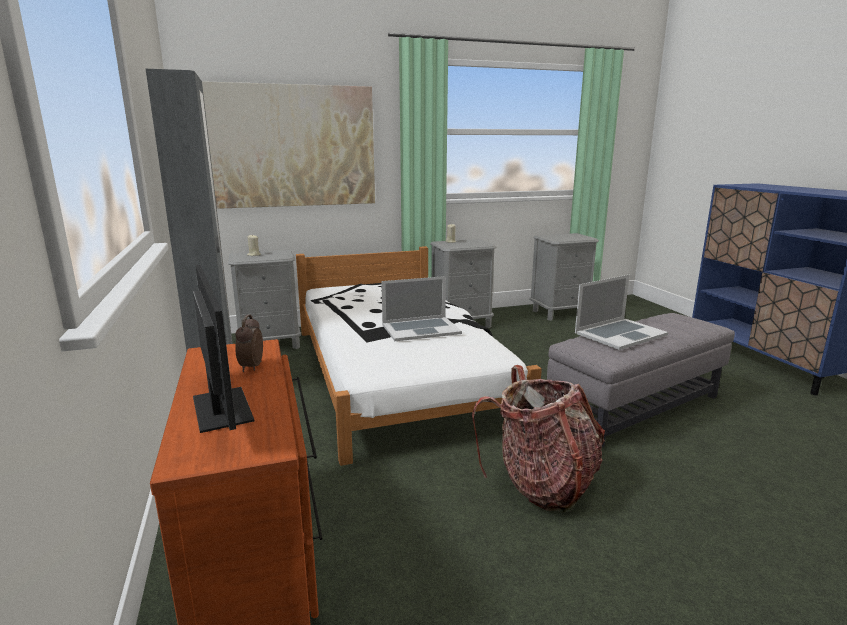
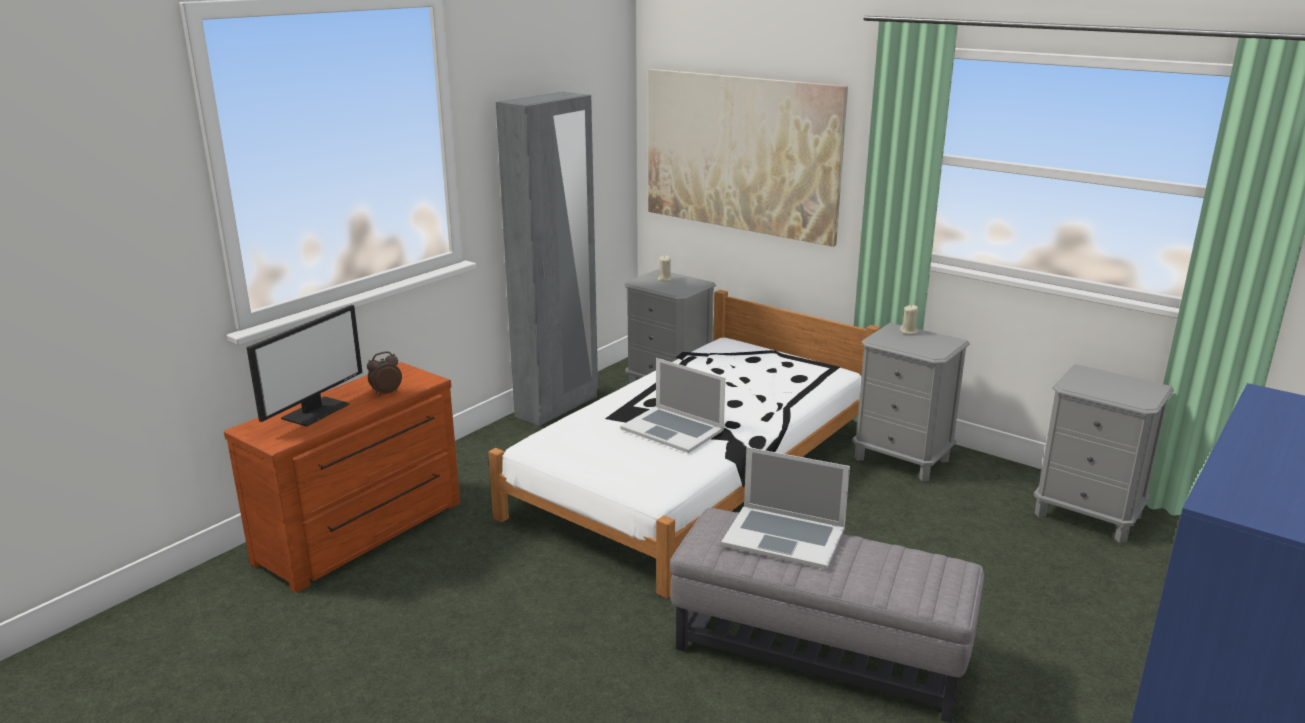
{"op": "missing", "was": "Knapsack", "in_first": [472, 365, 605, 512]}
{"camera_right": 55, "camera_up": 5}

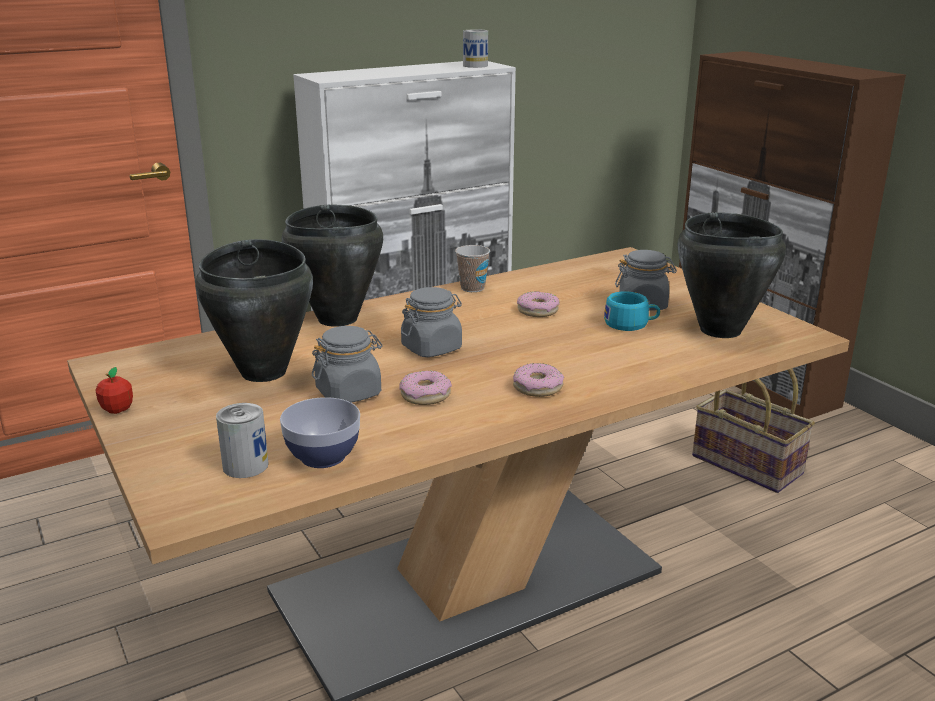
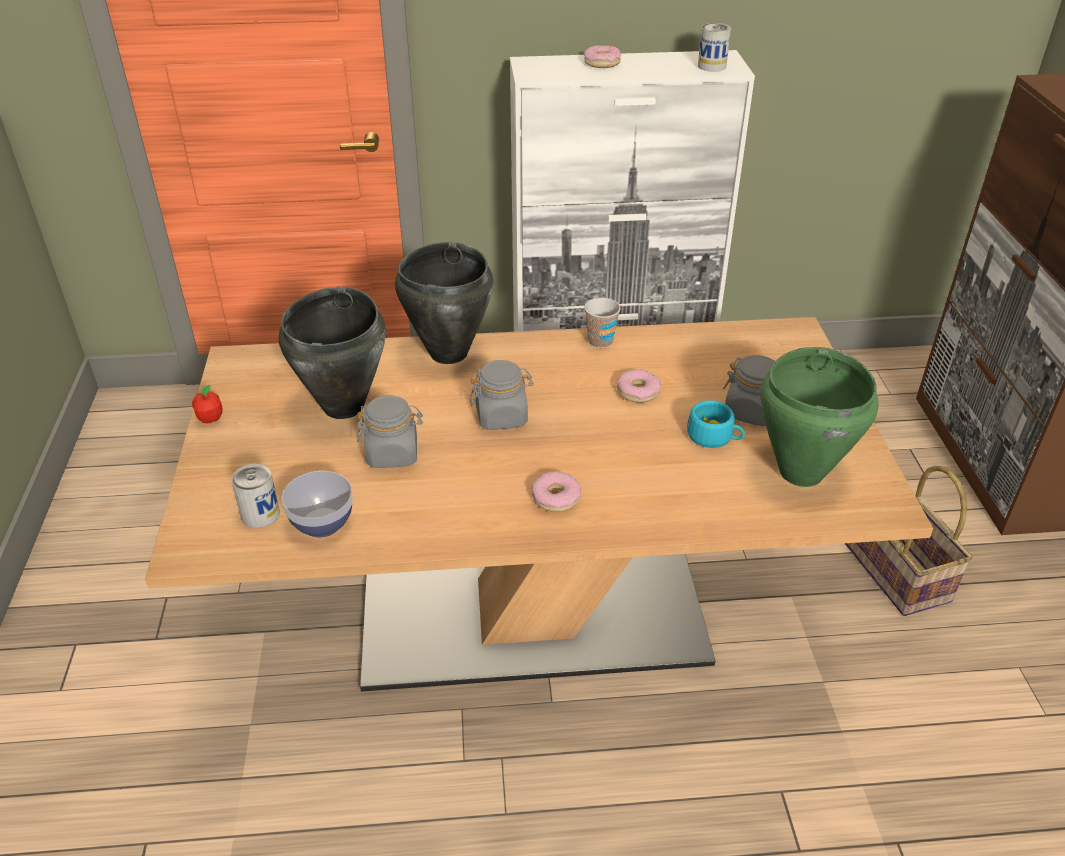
{"op": "relocated", "was": "Donut", "in_first": [399, 370, 452, 405], "in_second": [584, 45, 621, 68]}
{"op": "colour", "was": "BlackStockpot", "now": "GreenishStockpot", "in_first": [678, 212, 786, 338], "in_second": [760, 347, 879, 487]}
{"camera_right": 25, "camera_up": 15}

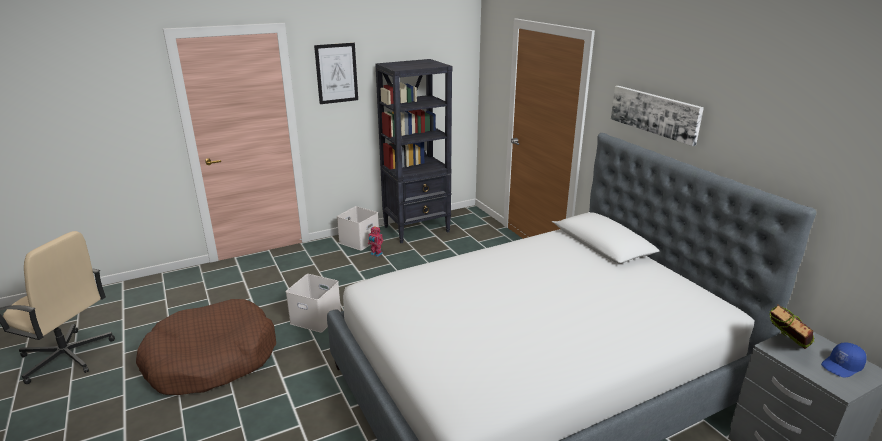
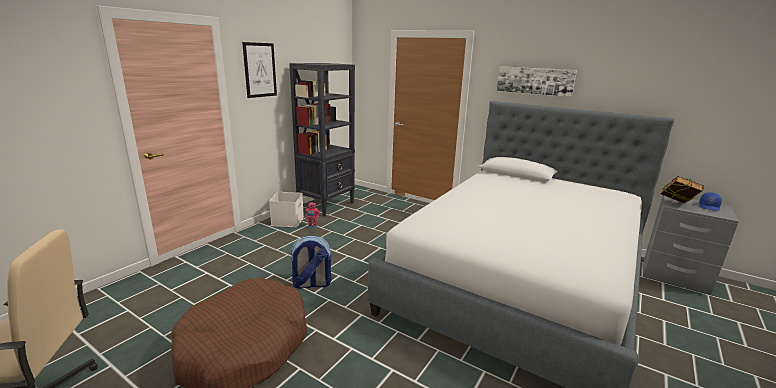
{"op": "exchanged", "was": "WhiteColouredStorageContainer", "now": "Knapsack", "in_first": [286, 274, 341, 333], "in_second": [290, 235, 332, 289]}
{"camera_right": -30, "camera_up": -5}

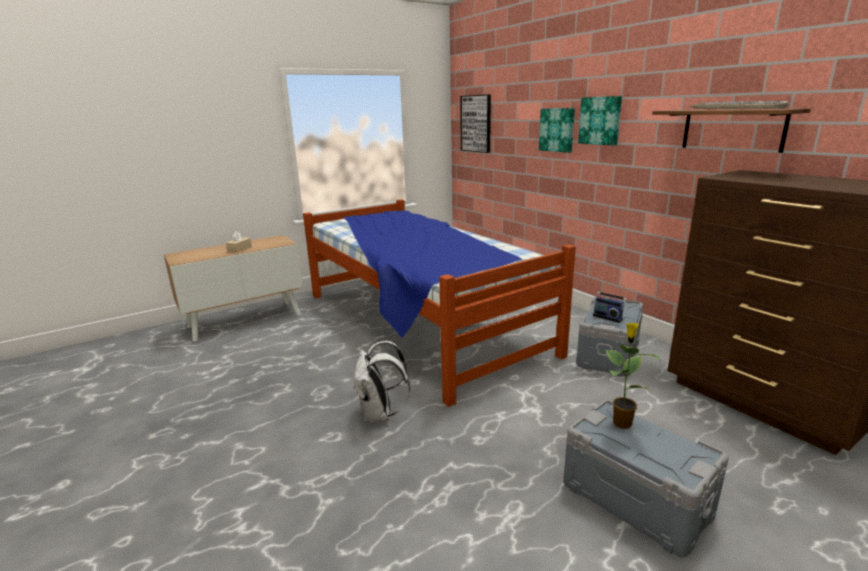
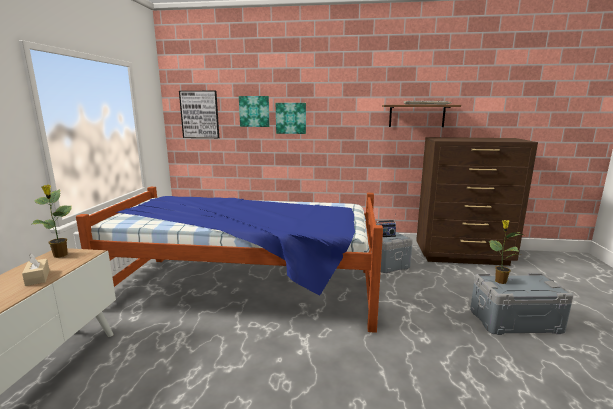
{"op": "missing", "was": "WhiteColouredKnapsack", "in_first": [354, 340, 410, 423]}
{"op": "appeared", "now": "Houseplant", "in_second": [32, 185, 72, 258]}
{"op": "relocated", "was": "WallArt", "in_first": [578, 96, 622, 146], "in_second": [239, 96, 270, 127]}
{"camera_right": -50, "camera_up": -5}

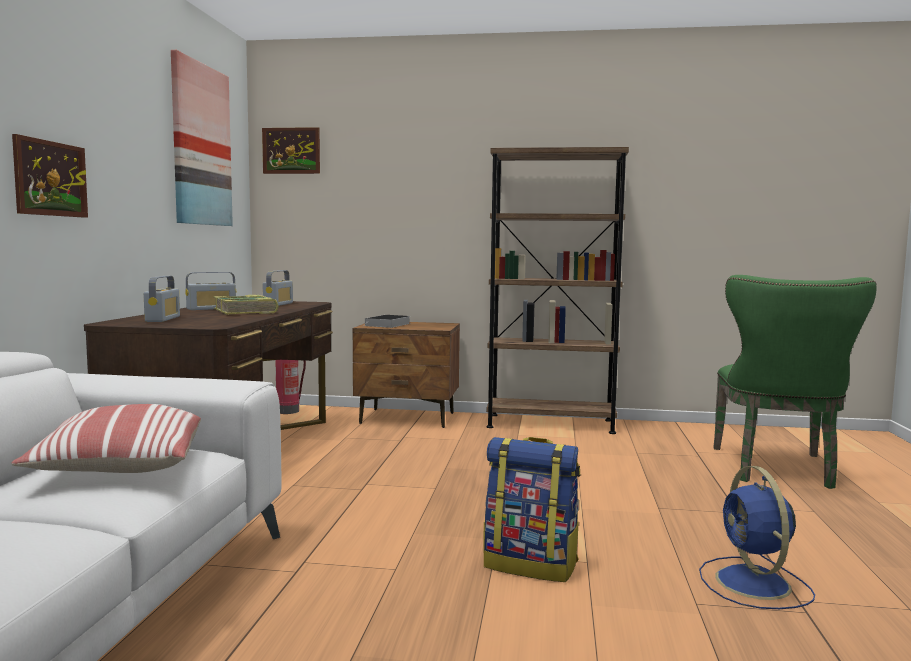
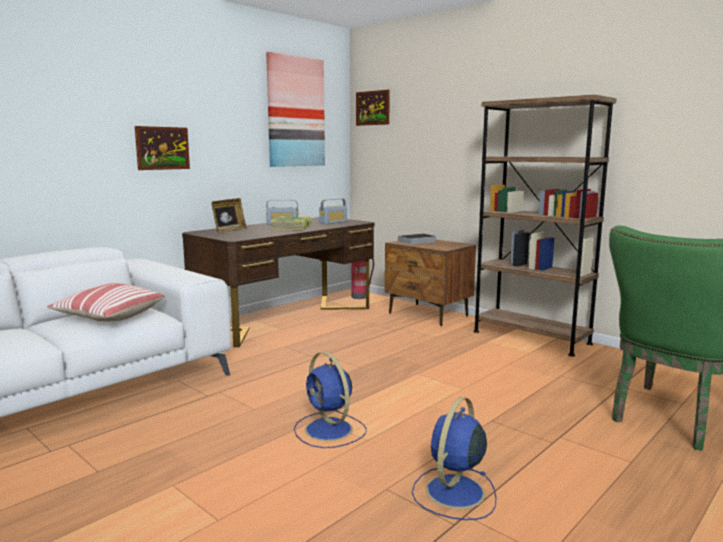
{"op": "exchanged", "was": "RadioSet", "now": "StandingFrame", "in_first": [144, 276, 180, 322], "in_second": [212, 198, 247, 233]}
{"op": "exchanged", "was": "Knapsack", "now": "BlueColouredCoolingFan", "in_first": [484, 437, 580, 582], "in_second": [294, 352, 367, 448]}
{"camera_right": 35, "camera_up": 5}

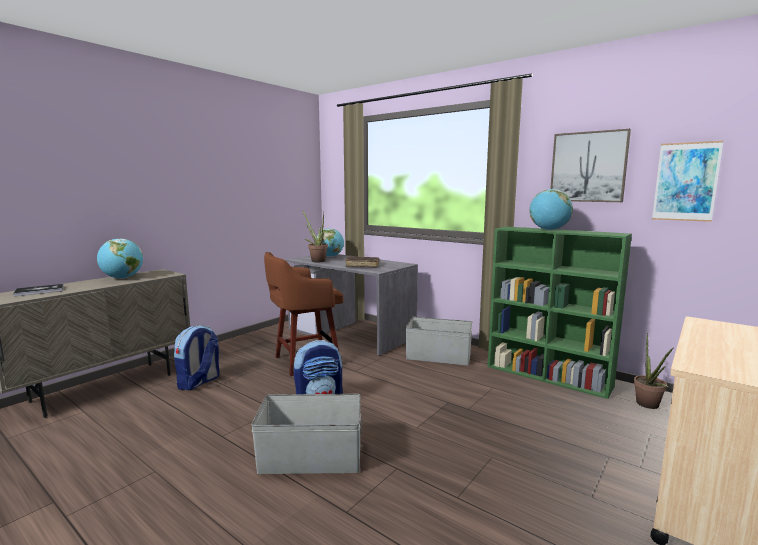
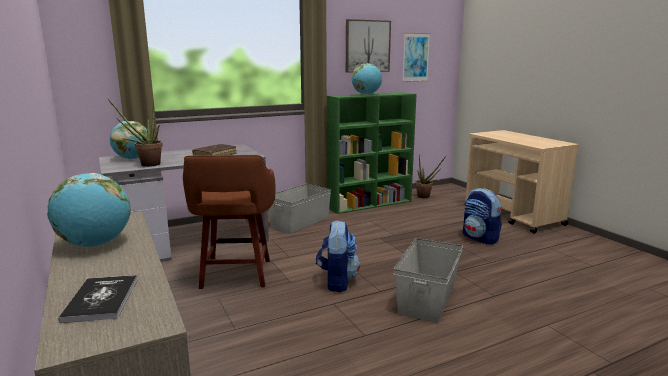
{"op": "relocated", "was": "Knapsack", "in_first": [174, 325, 220, 390], "in_second": [463, 188, 502, 245]}
{"camera_right": -65, "camera_up": 5}

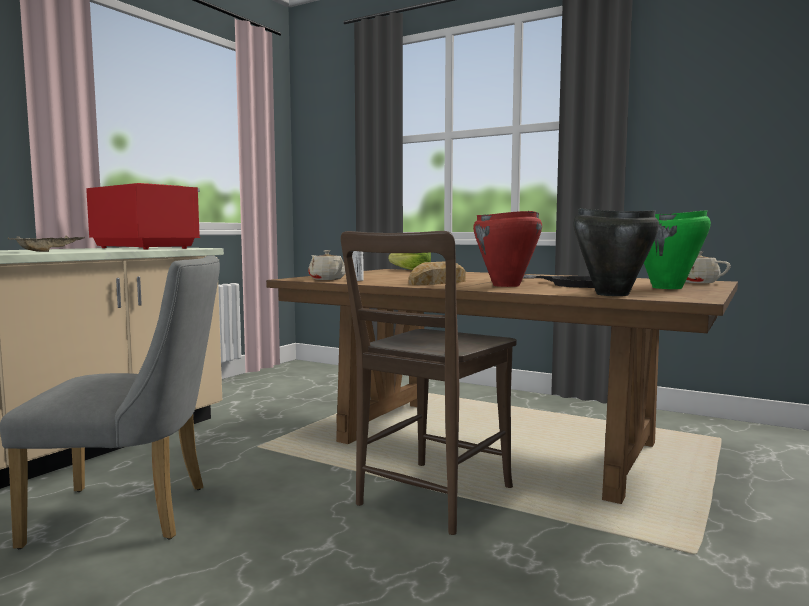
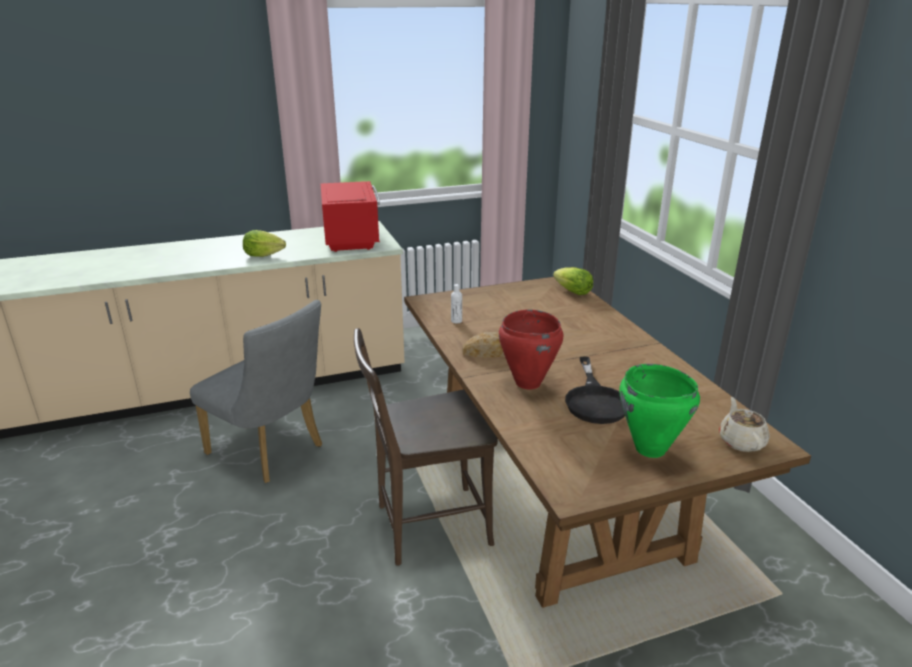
{"op": "missing", "was": "BeigeColouredPotForTea", "in_first": [308, 250, 346, 280]}
{"op": "missing", "was": "BlackStockpot", "in_first": [574, 208, 659, 296]}
{"op": "exchanged", "was": "BeigeColouredServingTray", "now": "LettuceHead", "in_first": [8, 235, 85, 252], "in_second": [243, 230, 286, 257]}
{"camera_right": 40, "camera_up": 20}

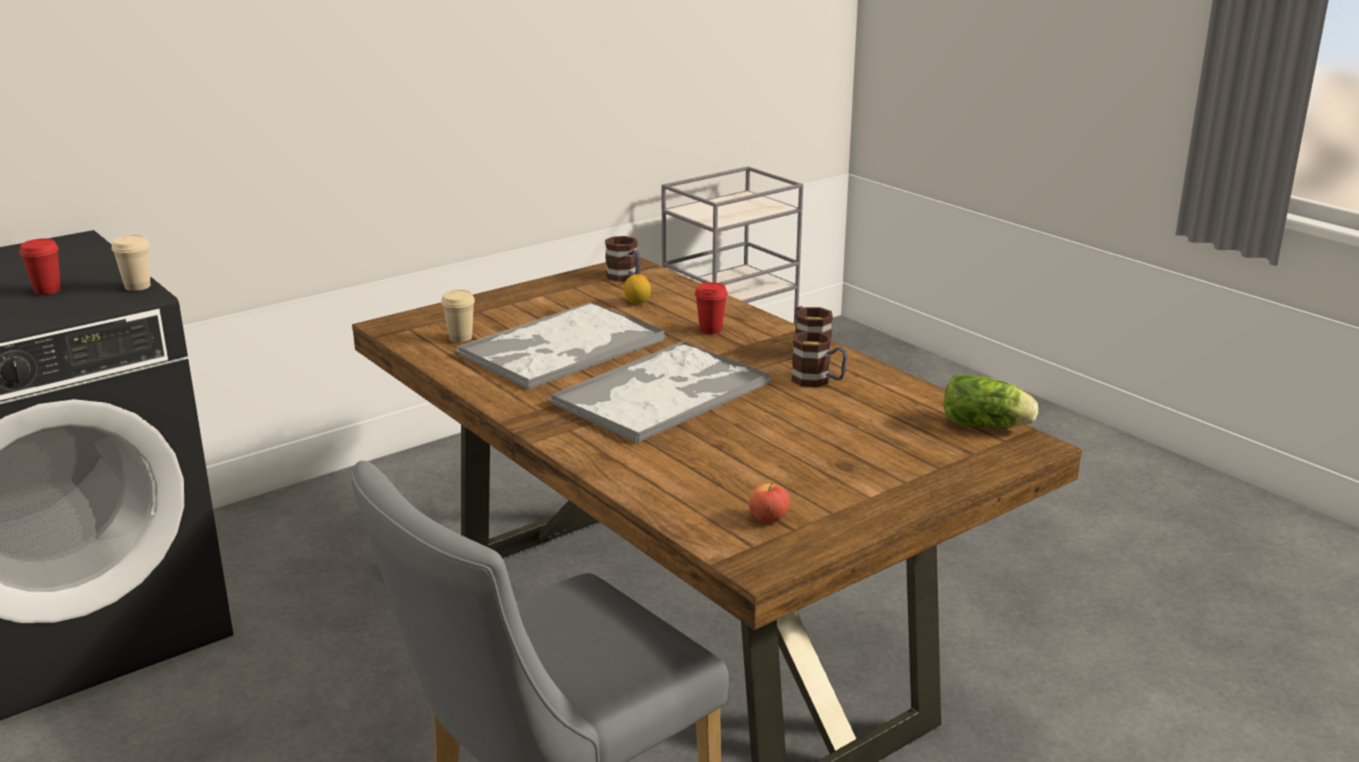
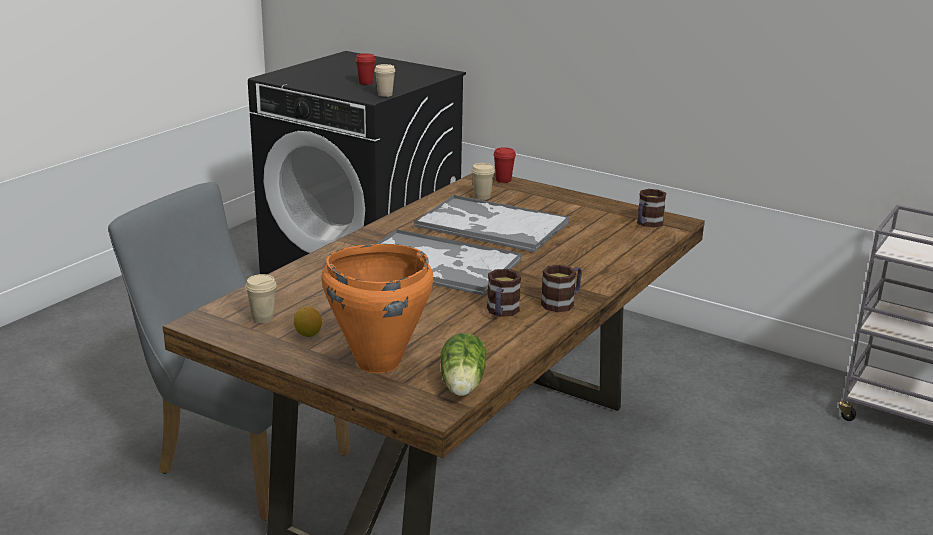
{"op": "appeared", "now": "OrangeyStockpot", "in_second": [321, 244, 434, 373]}
{"op": "relocated", "was": "WholeLemon", "in_first": [624, 274, 651, 304], "in_second": [294, 307, 322, 337]}
{"op": "relocated", "was": "RedColouredCup", "in_first": [695, 282, 728, 334], "in_second": [493, 147, 516, 183]}
{"op": "exchanged", "was": "Apple", "now": "BeigeColouredCup", "in_first": [748, 483, 790, 523], "in_second": [245, 274, 277, 323]}
{"camera_right": 70, "camera_up": 0}

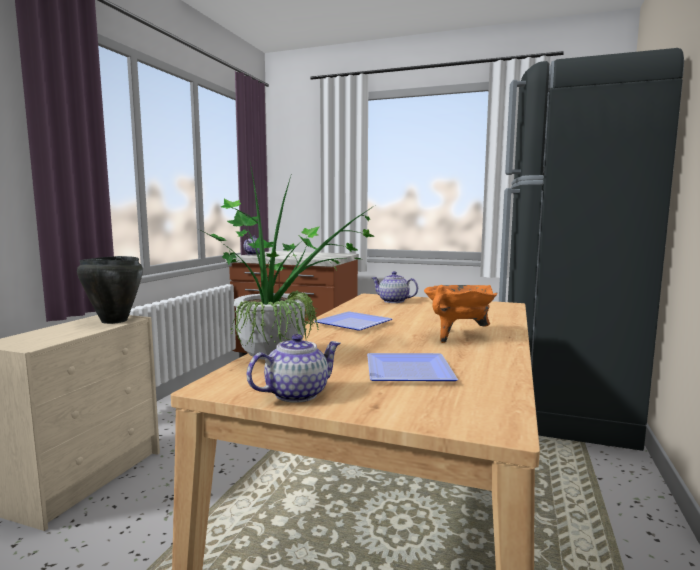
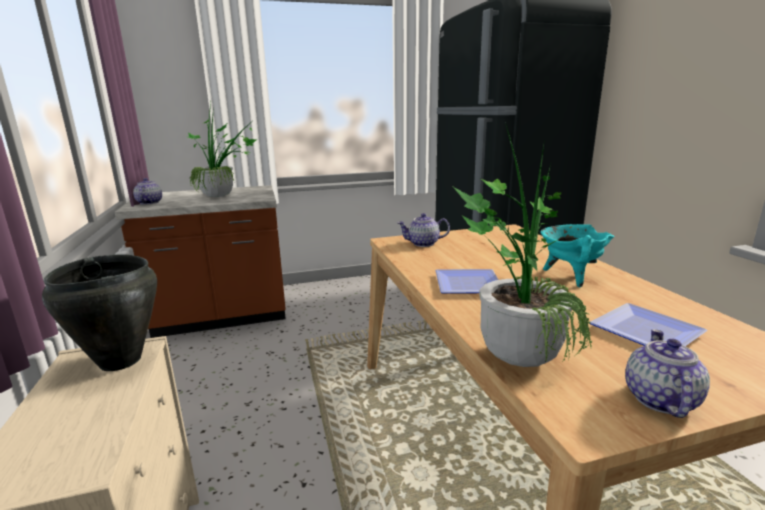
{"op": "appeared", "now": "Houseplant", "in_second": [188, 103, 256, 197]}
{"op": "colour", "was": "OrangeyStockpot", "now": "TurquoiseStockpot", "in_first": [424, 285, 498, 343], "in_second": [540, 224, 614, 287]}
{"camera_right": -35, "camera_up": 10}

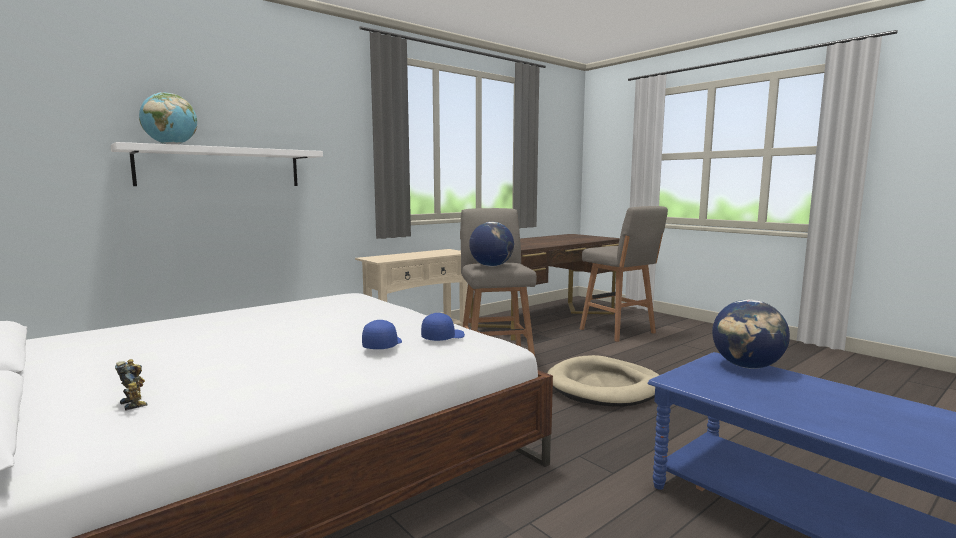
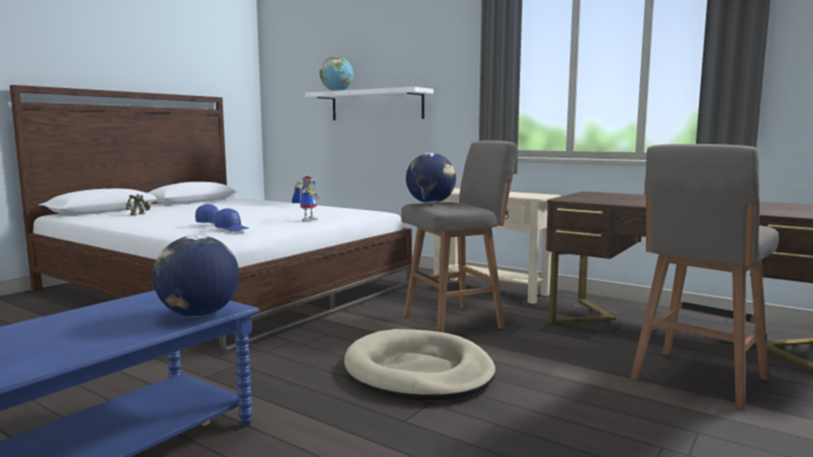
{"op": "appeared", "now": "ModelRobot", "in_second": [292, 176, 319, 222]}
{"camera_right": 75, "camera_up": 0}

